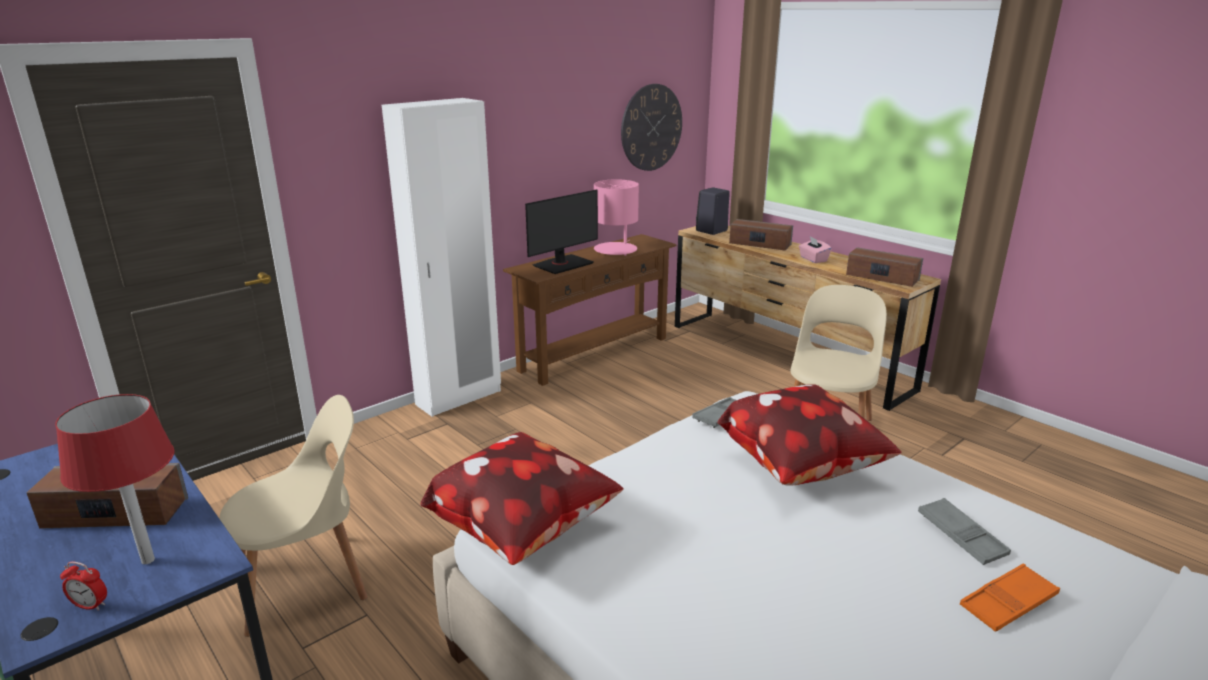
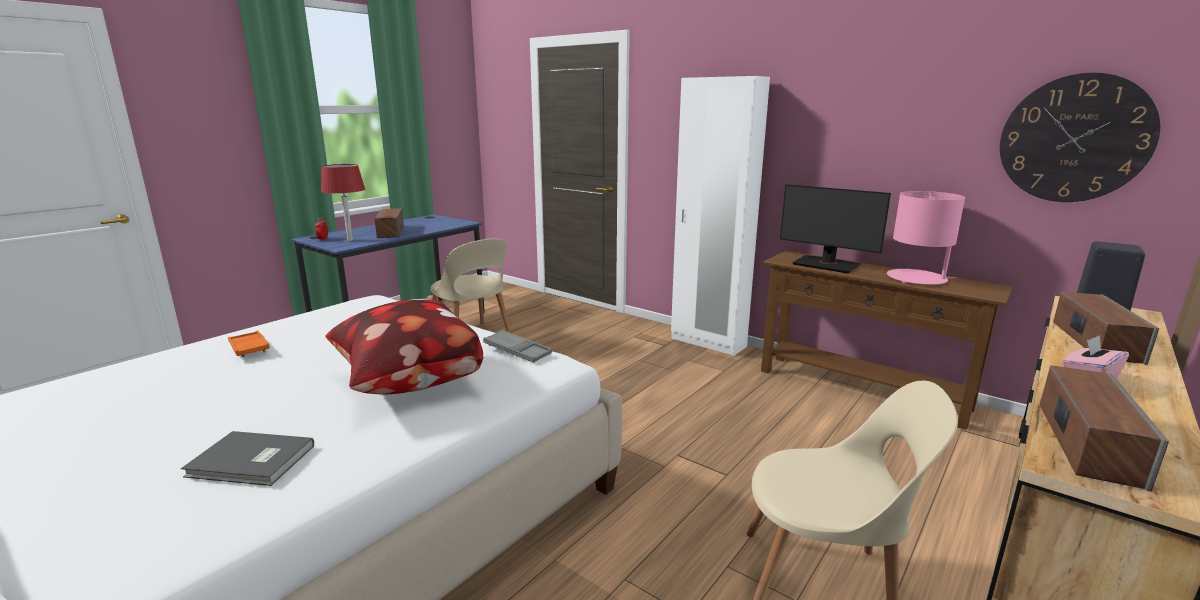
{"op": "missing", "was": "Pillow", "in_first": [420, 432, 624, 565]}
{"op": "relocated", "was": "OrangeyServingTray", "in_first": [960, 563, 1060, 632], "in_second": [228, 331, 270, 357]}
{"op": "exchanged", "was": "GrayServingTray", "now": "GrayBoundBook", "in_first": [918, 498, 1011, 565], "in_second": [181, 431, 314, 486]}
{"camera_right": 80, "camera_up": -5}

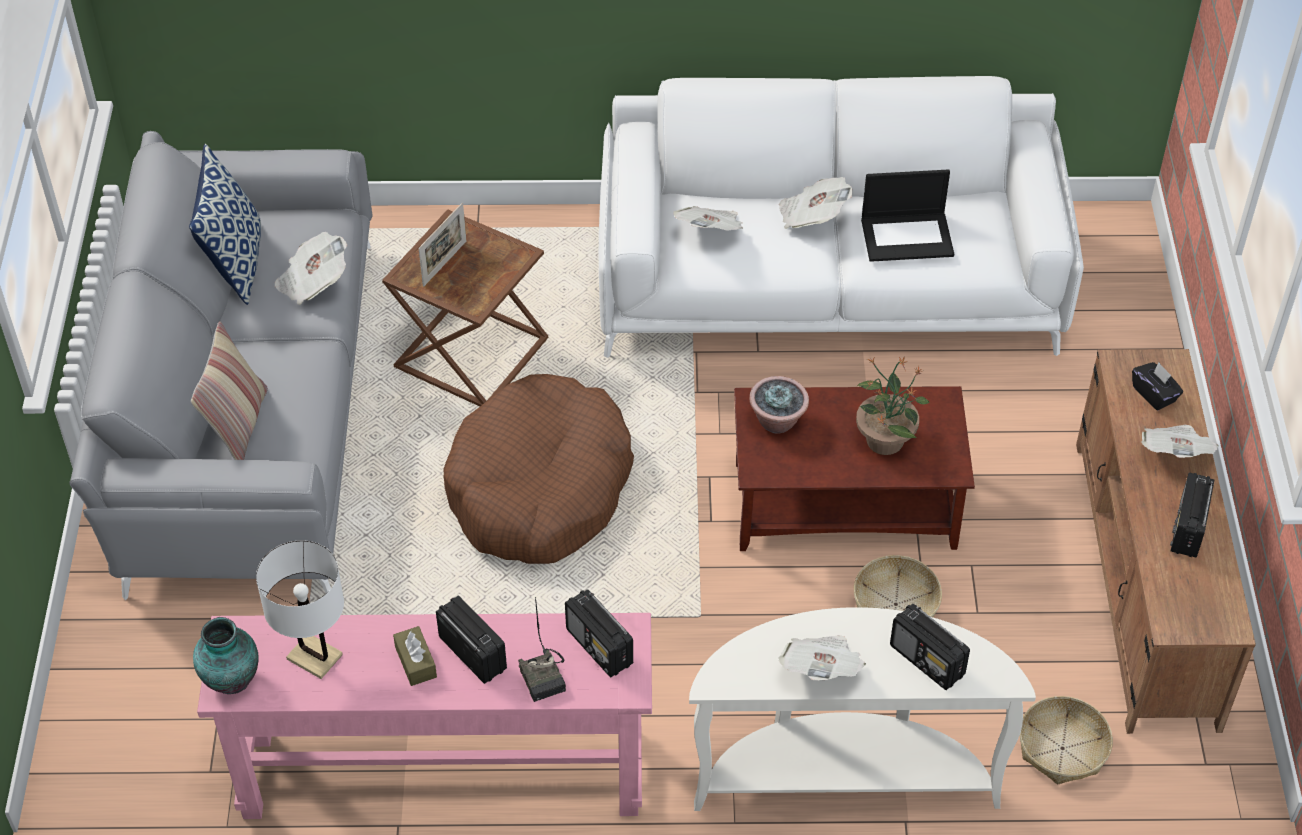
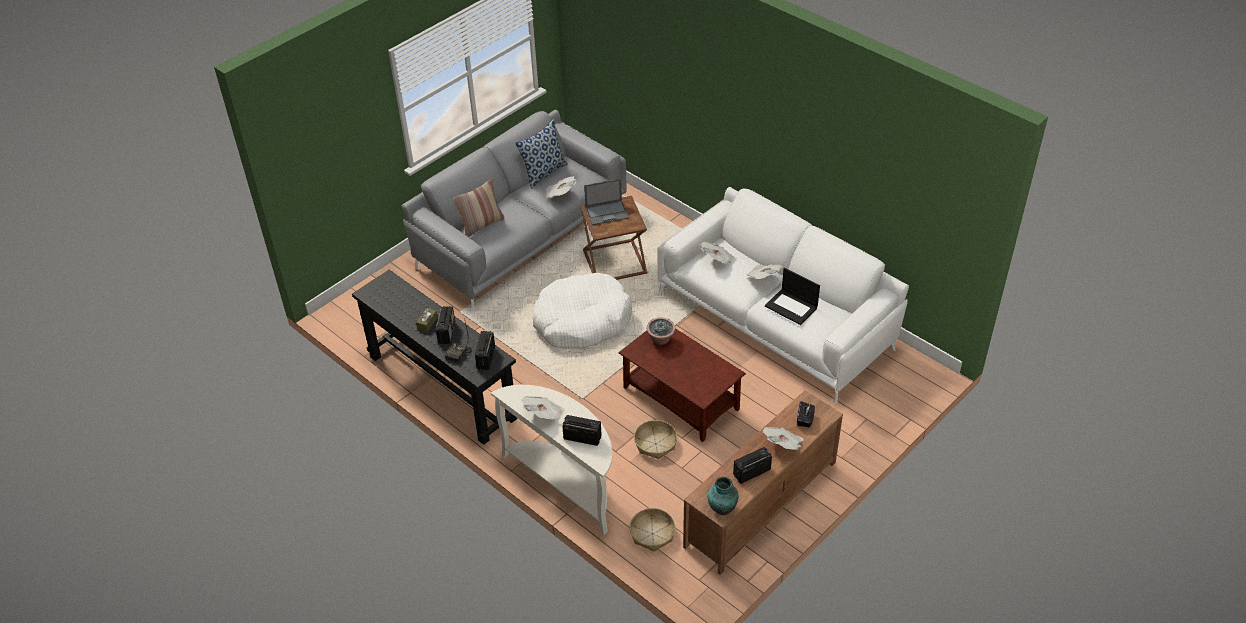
{"op": "missing", "was": "WhiteColouredTabletopLamp", "in_first": [256, 540, 344, 679]}
{"op": "missing", "was": "Houseplant", "in_first": [856, 356, 930, 455]}
{"op": "relocated", "was": "DecorativeVase", "in_first": [193, 617, 258, 694], "in_second": [708, 477, 739, 515]}
{"op": "exchanged", "was": "StandingFrame", "now": "PortableComputer", "in_first": [418, 203, 466, 287], "in_second": [584, 179, 629, 225]}
{"op": "colour", "was": "PinkConsoleTable", "now": "BlackConsoleTable", "in_first": [197, 613, 652, 819], "in_second": [352, 270, 517, 445]}
{"op": "colour", "was": "BrownDogCushion", "now": "WhiteColouredDogCushion", "in_first": [443, 374, 634, 564], "in_second": [533, 273, 632, 349]}
{"op": "spun", "was": "RadioSet", "in_first": [890, 604, 970, 690], "in_second": [562, 415, 602, 446], "clockwise": 105}
{"camera_right": 45, "camera_up": -5}

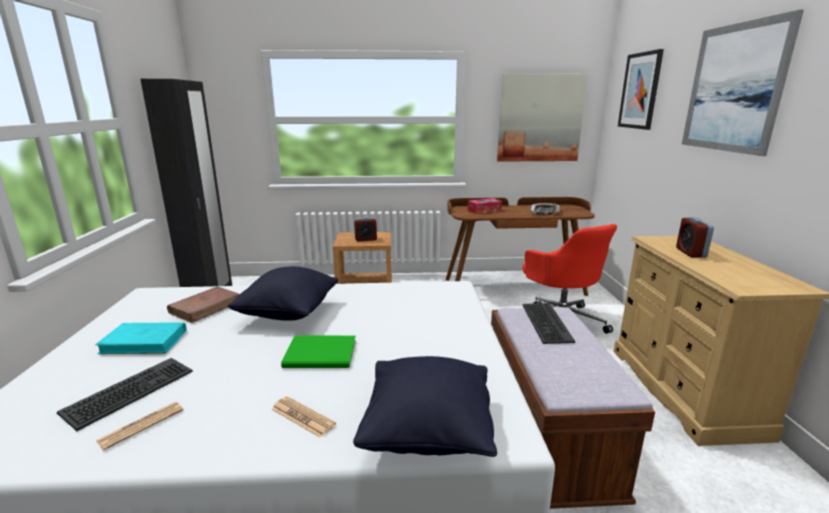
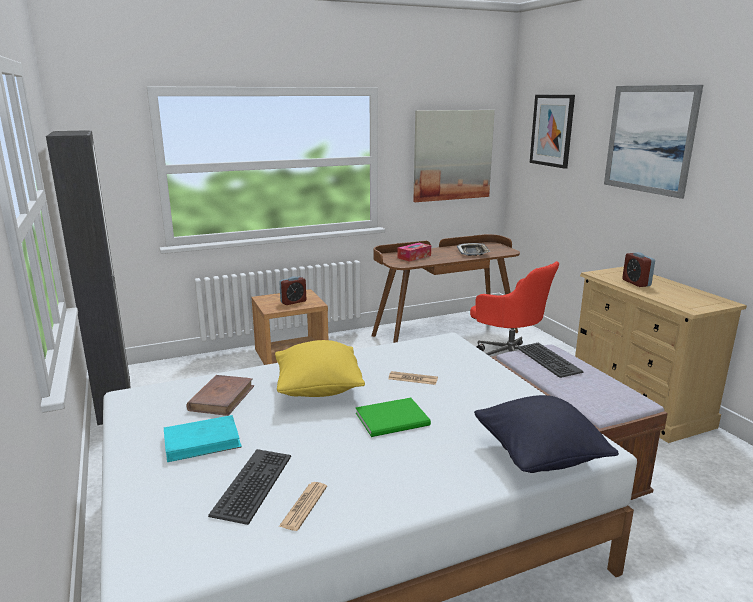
{"op": "relocated", "was": "Newspaper", "in_first": [271, 396, 336, 437], "in_second": [388, 371, 438, 385]}
{"op": "colour", "was": "BlackPillow", "now": "YellowishPillow", "in_first": [228, 266, 338, 321], "in_second": [275, 340, 365, 397]}
{"camera_right": -20, "camera_up": 0}

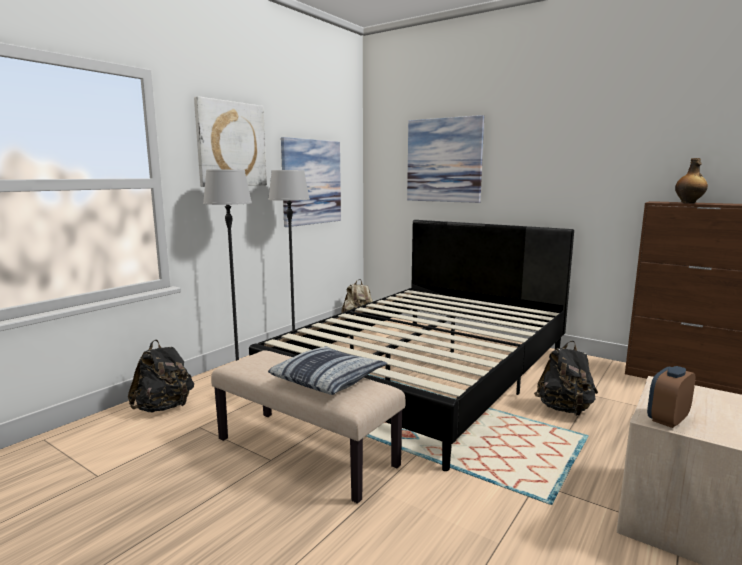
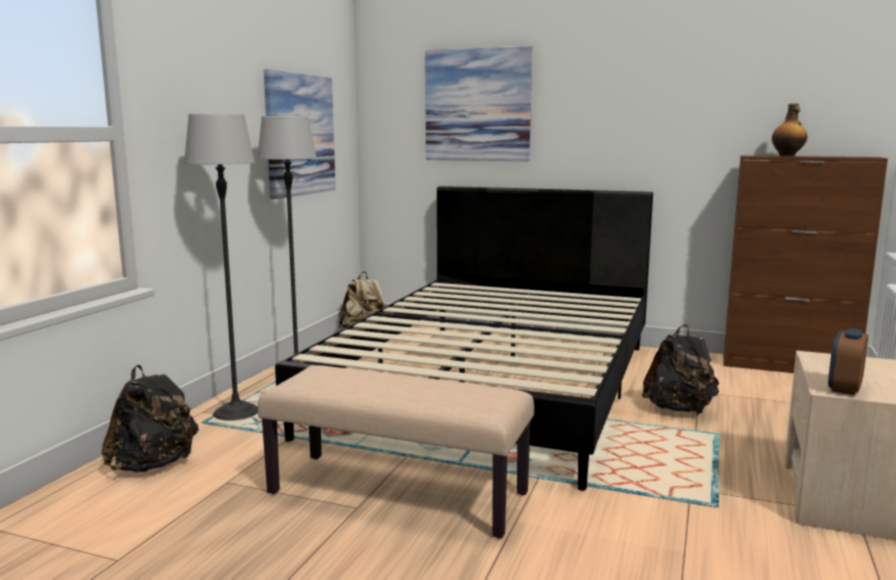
{"op": "missing", "was": "WallArt", "in_first": [194, 96, 267, 187]}
{"op": "missing", "was": "Pillow", "in_first": [268, 346, 387, 395]}
{"camera_right": -15, "camera_up": 0}

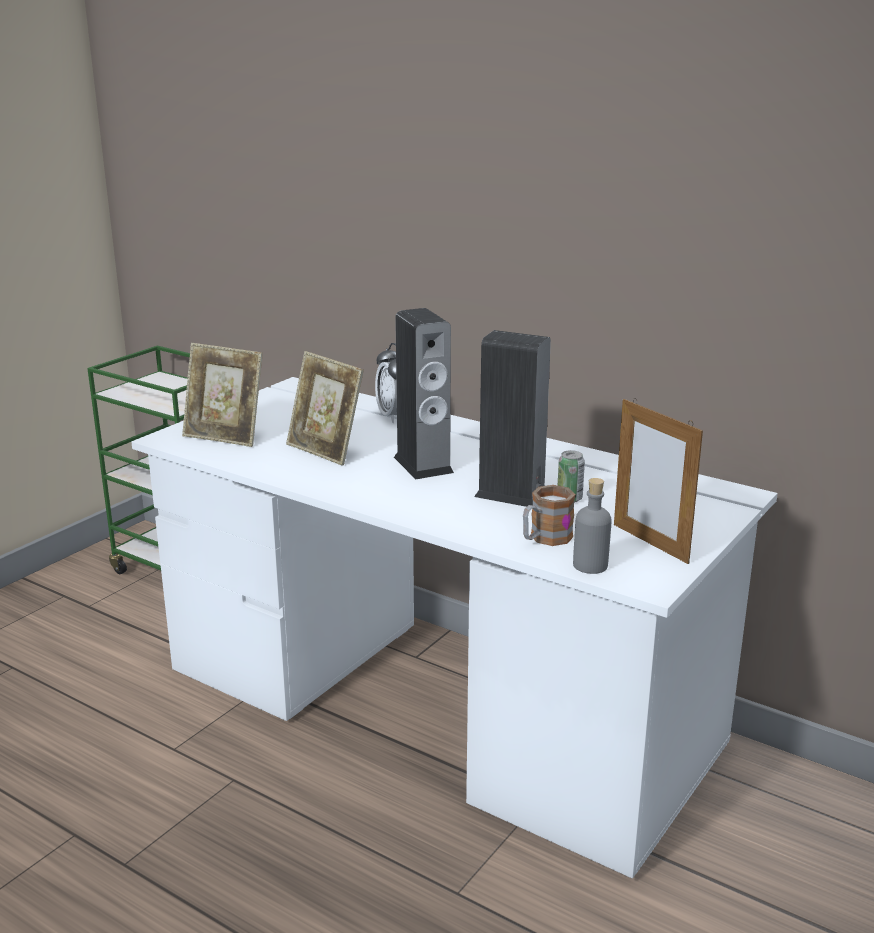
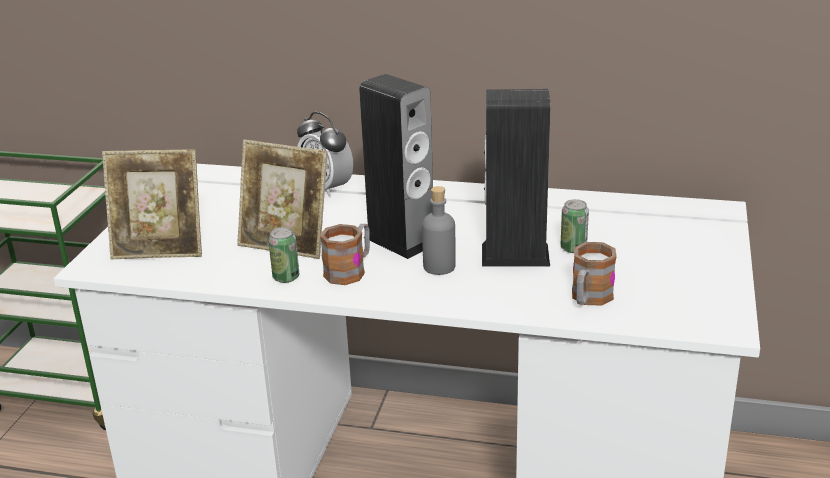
{"op": "missing", "was": "StandingFrame", "in_first": [614, 398, 703, 564]}
{"op": "appeared", "now": "Can", "in_second": [268, 227, 299, 283]}
{"op": "appeared", "now": "Mug", "in_second": [320, 224, 370, 285]}
{"op": "relocated", "was": "GrayBottle", "in_first": [573, 478, 612, 574], "in_second": [422, 186, 456, 275]}
{"camera_right": -20, "camera_up": 5}

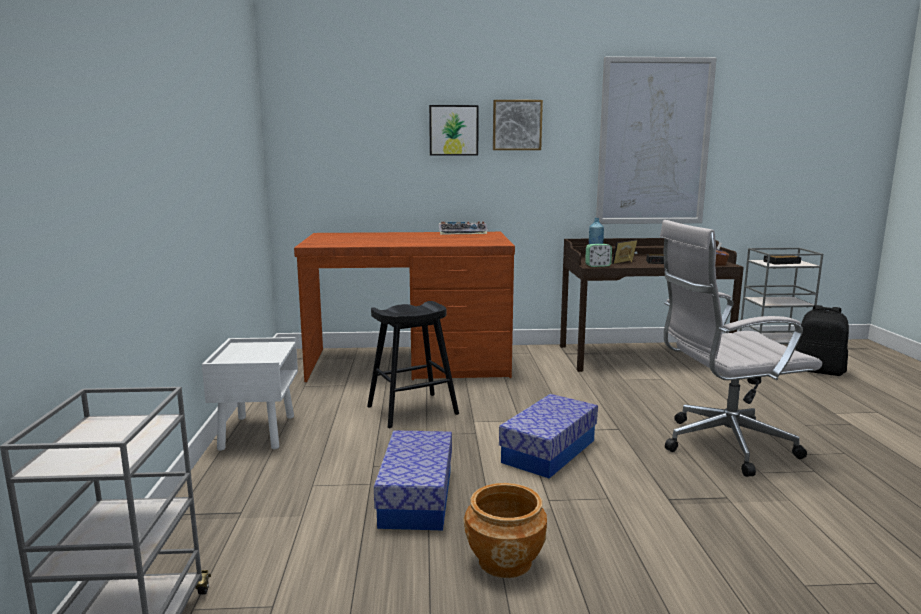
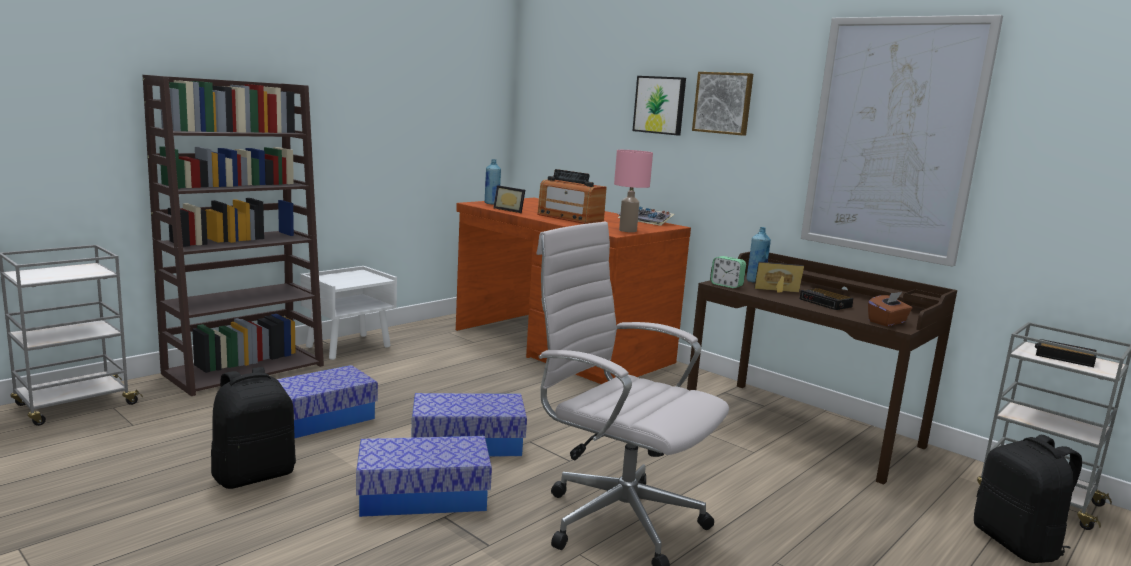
{"op": "missing", "was": "BlackStoolSeat", "in_first": [367, 301, 459, 428]}
{"op": "appeared", "now": "BrownBookcase", "in_second": [143, 75, 324, 396]}
{"op": "appeared", "now": "StorageContainer", "in_second": [356, 436, 492, 517]}
{"op": "appeared", "now": "BlueColouredBottle", "in_second": [484, 159, 501, 204]}
{"op": "appeared", "now": "StandingFrame", "in_second": [493, 185, 525, 213]}
{"op": "appeared", "now": "RadioSet", "in_second": [537, 169, 607, 224]}
{"op": "appeared", "now": "PinkTabletopLamp", "in_second": [614, 150, 653, 232]}
{"op": "exchanged", "was": "BrownPlantPot", "now": "BlackKnapsack", "in_first": [463, 483, 547, 578], "in_second": [211, 367, 296, 489]}
{"camera_right": 45, "camera_up": 0}

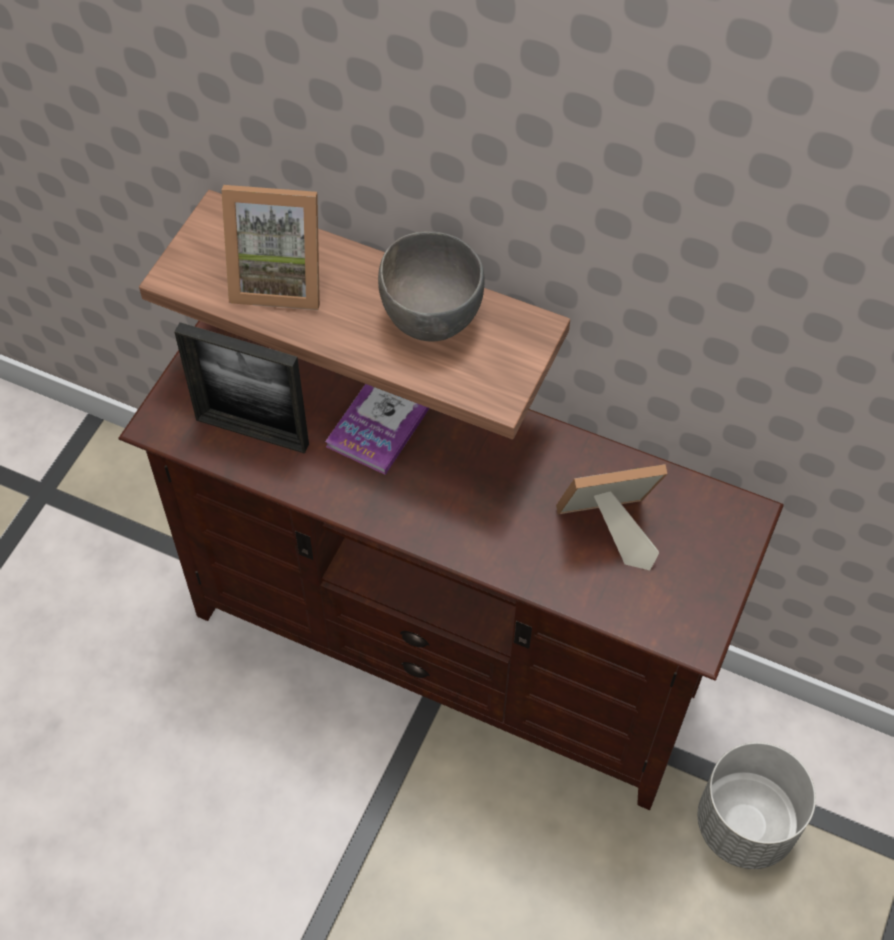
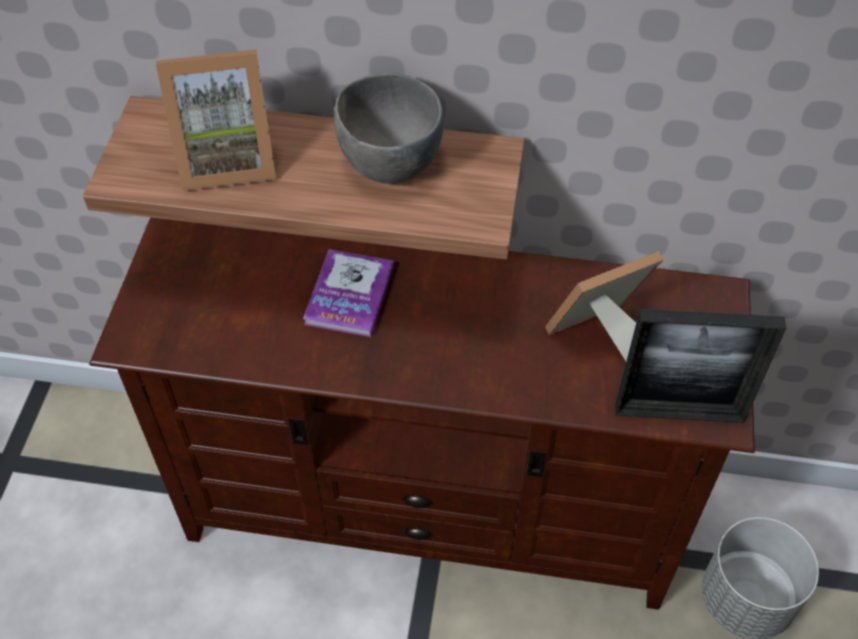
{"op": "relocated", "was": "StandingFrame", "in_first": [174, 322, 309, 454], "in_second": [615, 309, 786, 423]}
{"camera_right": -15, "camera_up": -5}

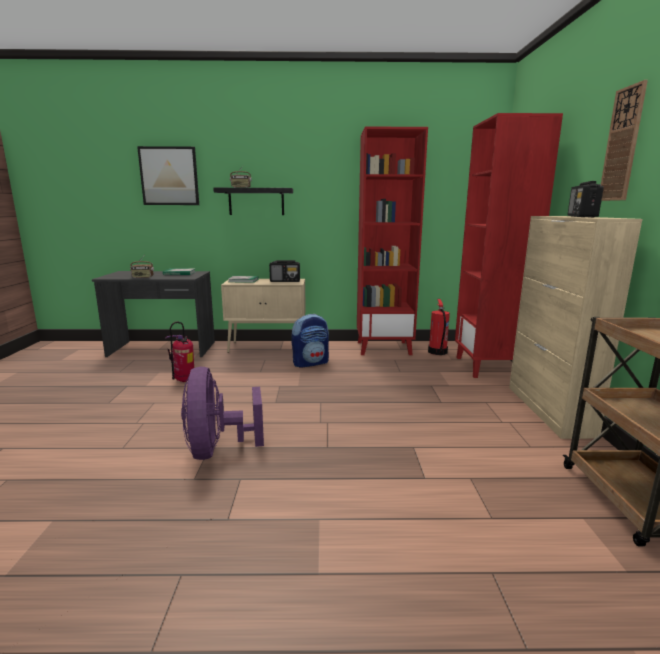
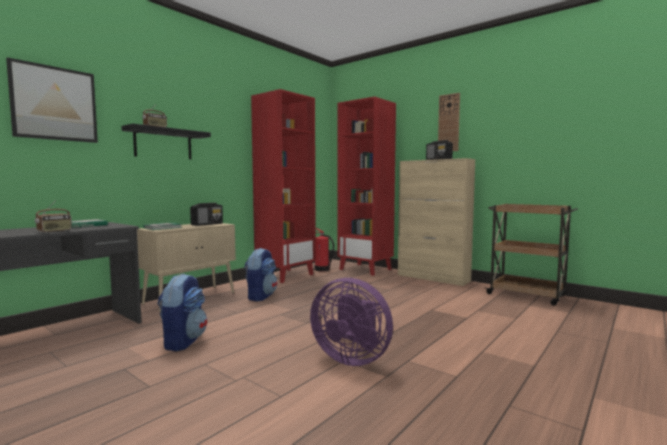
{"op": "exchanged", "was": "FireExtinguisher", "now": "Knapsack", "in_first": [165, 322, 194, 382], "in_second": [157, 273, 207, 351]}
{"camera_right": -50, "camera_up": -10}

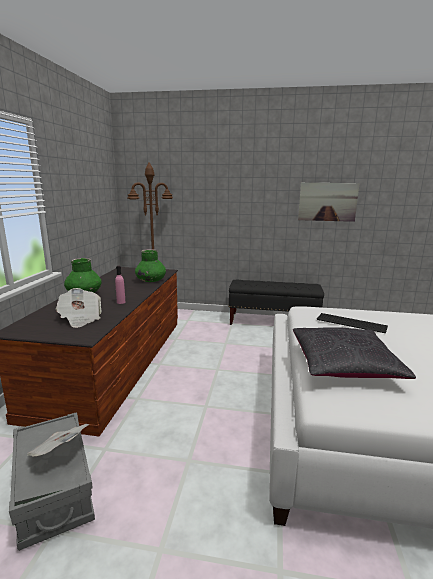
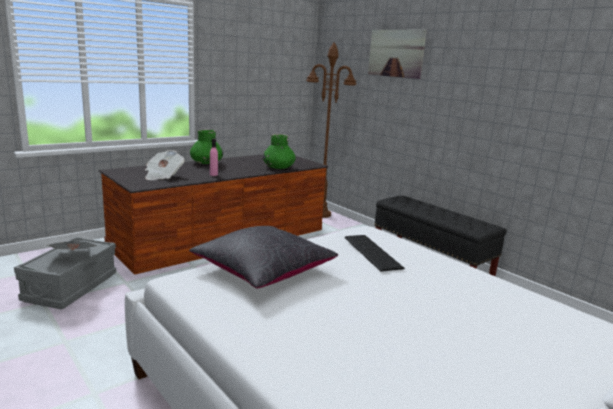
{"op": "relocated", "was": "WallArt", "in_first": [298, 183, 360, 222], "in_second": [368, 30, 427, 79]}
{"camera_right": 40, "camera_up": 0}

